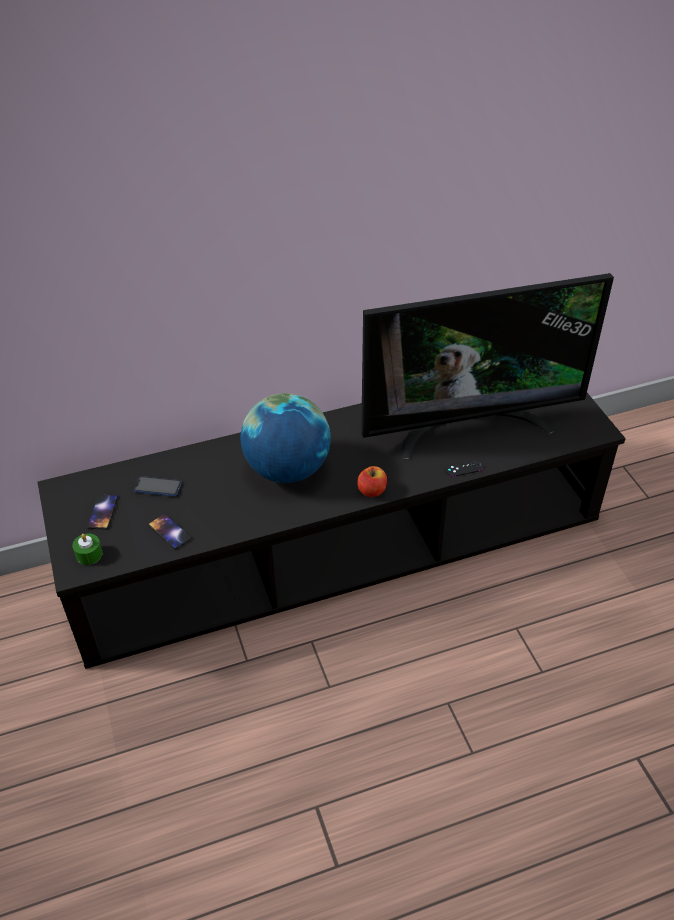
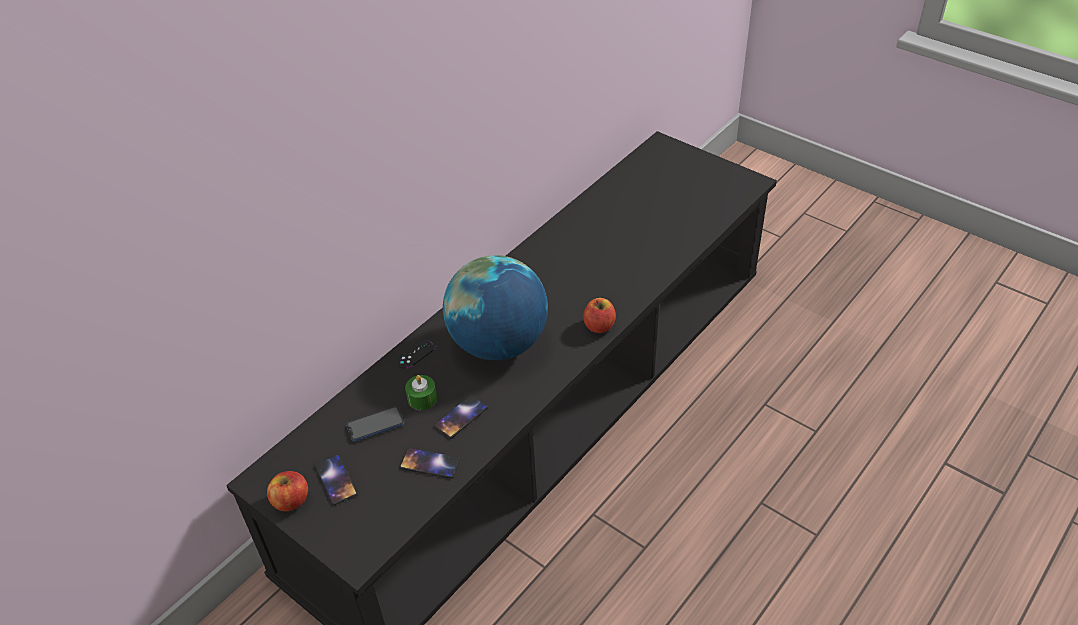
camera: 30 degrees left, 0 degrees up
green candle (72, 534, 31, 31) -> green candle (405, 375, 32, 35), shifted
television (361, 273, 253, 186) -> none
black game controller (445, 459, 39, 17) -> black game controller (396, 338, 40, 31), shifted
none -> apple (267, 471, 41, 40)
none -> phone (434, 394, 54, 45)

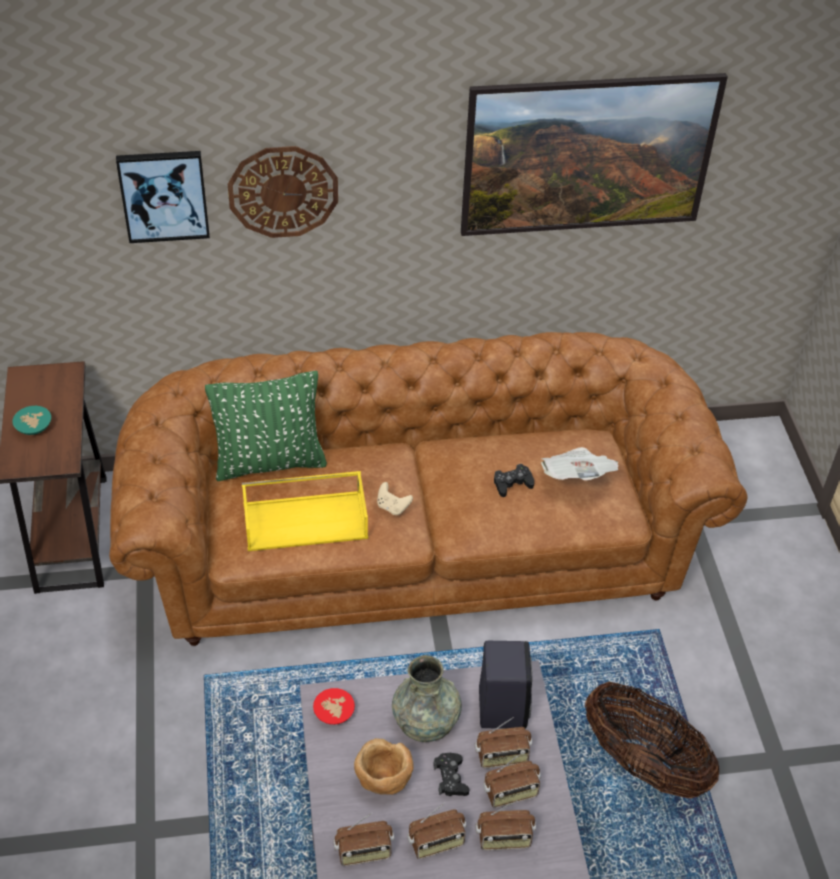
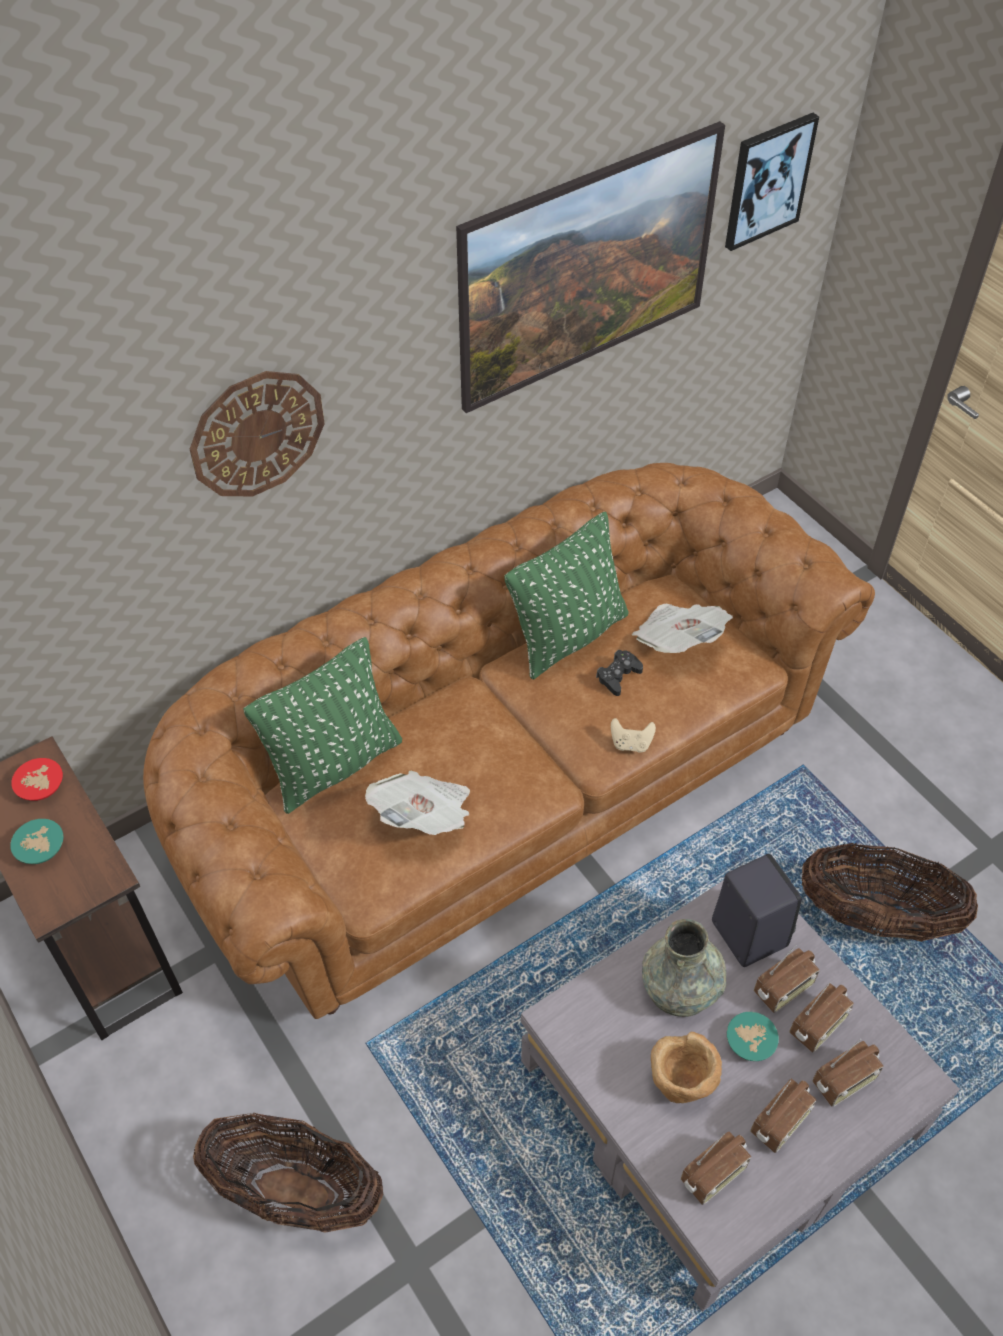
camera: 25 degrees left, 5 degrees up
picture (116, 151, 94, 92) -> picture (725, 113, 94, 138), shifted
yellow tray (242, 471, 126, 80) -> newspaper (365, 771, 105, 64)
red bowl (313, 688, 42, 37) -> red bowl (11, 758, 52, 43), shifted
beige game controller (377, 482, 36, 33) -> beige game controller (611, 718, 45, 35), shifted
black game controller (433, 753, 36, 43) -> turquoise bowl (727, 1012, 52, 49)
none -> basket (193, 1113, 190, 120)
none -> green pillow (504, 512, 125, 168)

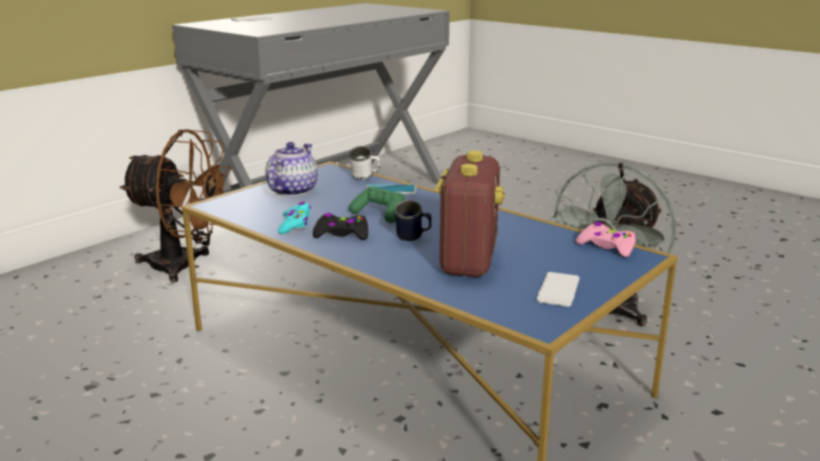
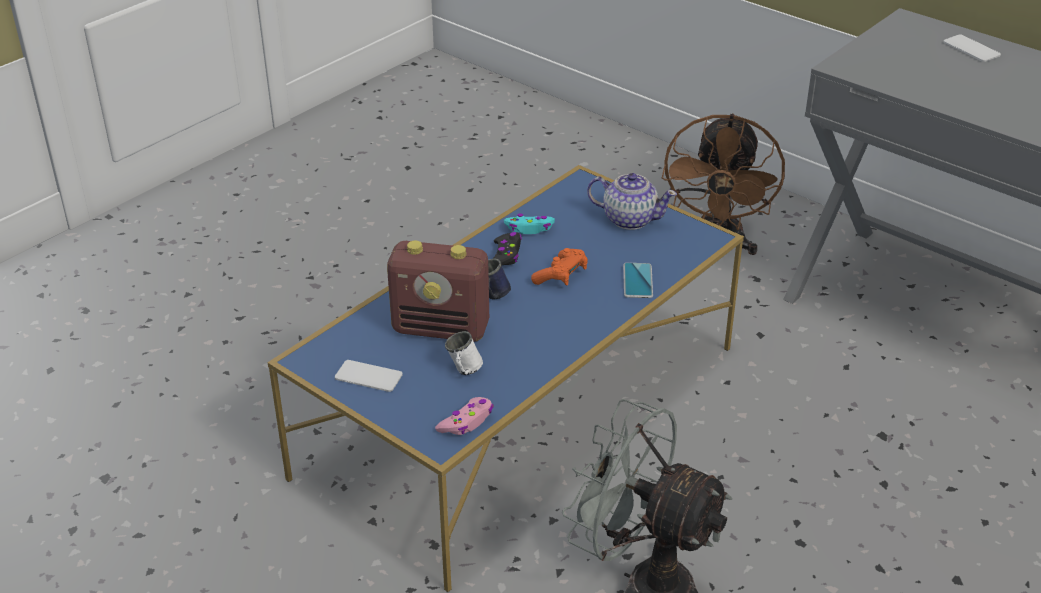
camera: 90 degrees right, 15 degrees up
white mug (349, 146, 31, 34) -> white mug (445, 331, 38, 44), shifted
green game controller (349, 186, 56, 37) -> orange game controller (531, 248, 57, 37)

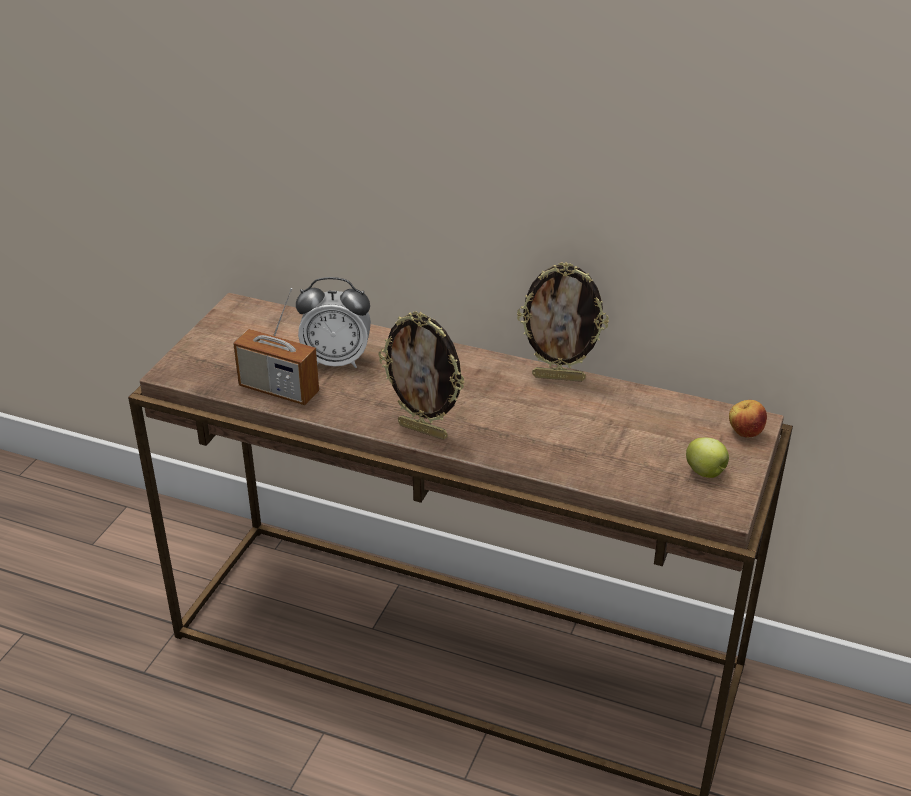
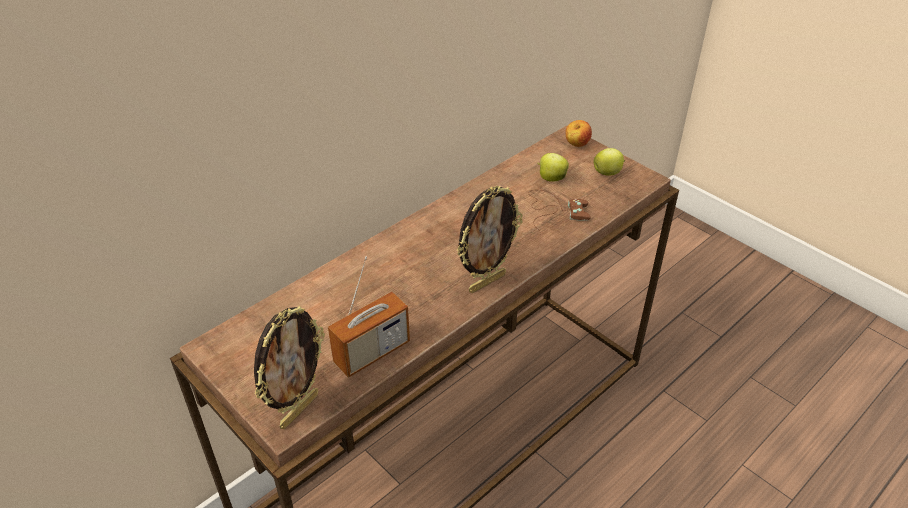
camera: 65 degrees left, 5 degrees up
alarm clock (296, 277, 75, 91) -> none
picture frame (517, 262, 92, 120) -> picture frame (254, 306, 71, 123), shifted
none -> brown game controller (529, 190, 62, 41)
none -> apple (537, 153, 32, 29)

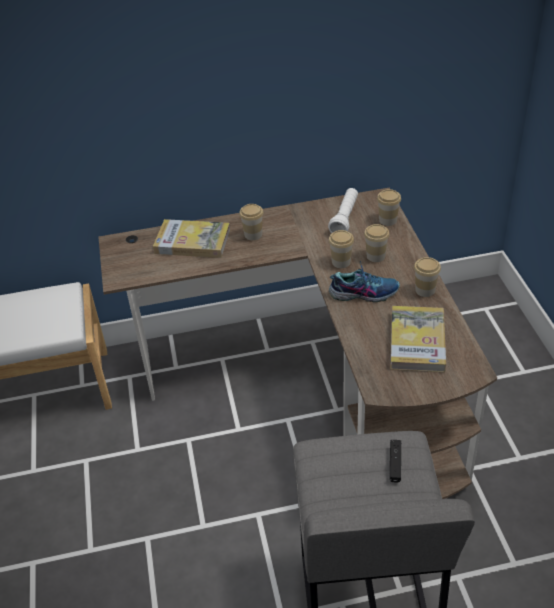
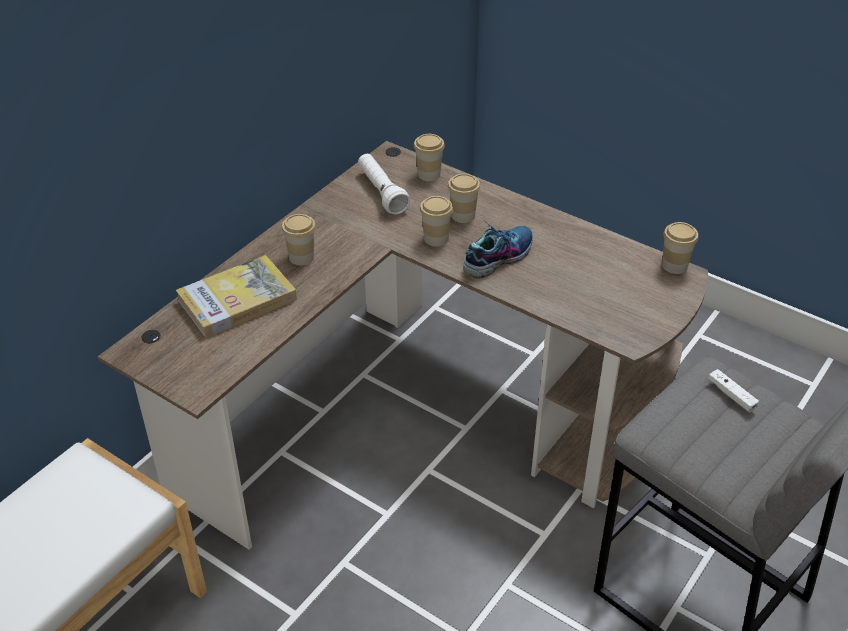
camera: 45 degrees left, 0 degrees up
book (390, 306, 56, 66) -> none
black game controller (390, 440, 11, 43) -> white game controller (708, 369, 51, 43)
cup (414, 257, 27, 40) -> cup (662, 222, 36, 52), shifted

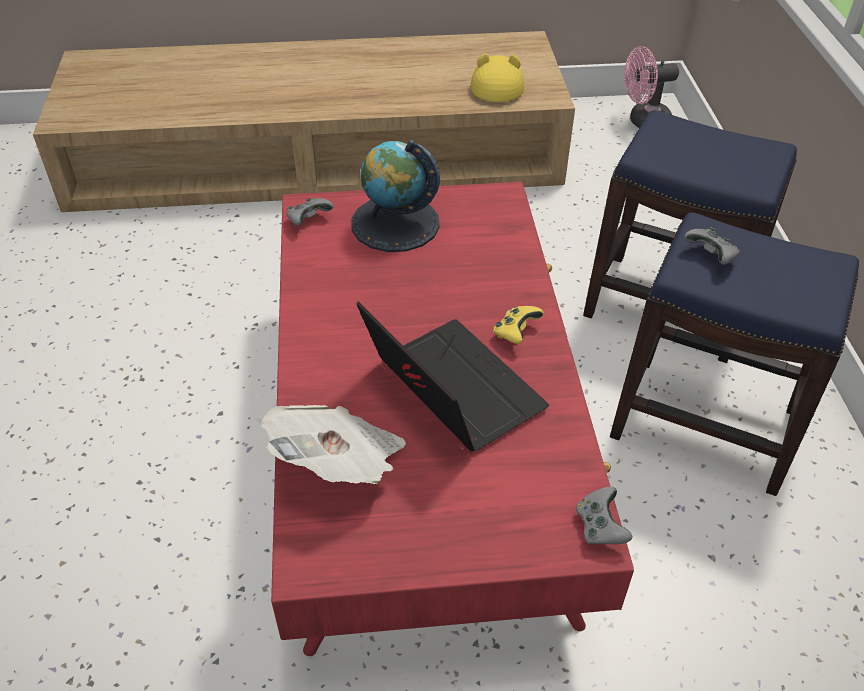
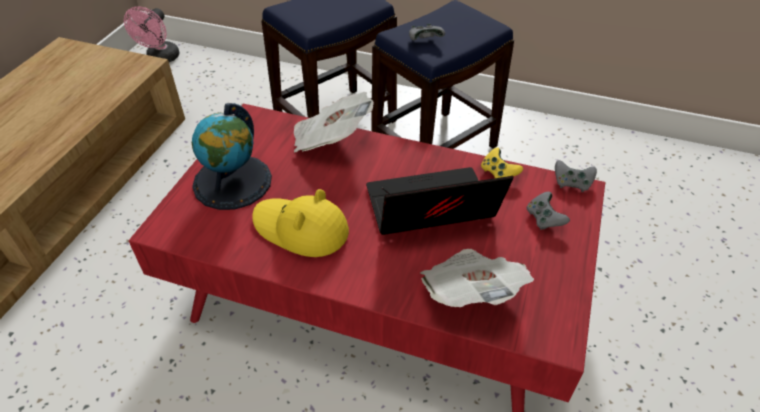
camera: 65 degrees left, 0 degrees up
grey game controller (286, 198, 48, 28) -> grey game controller (527, 192, 43, 38), shifted
yellow hat (470, 53, 54, 49) -> yellow hat (252, 189, 97, 68), shifted
yellow game controller (493, 306, 51, 38) -> yellow game controller (481, 148, 42, 30), shifted
none -> newspaper (294, 92, 80, 61)

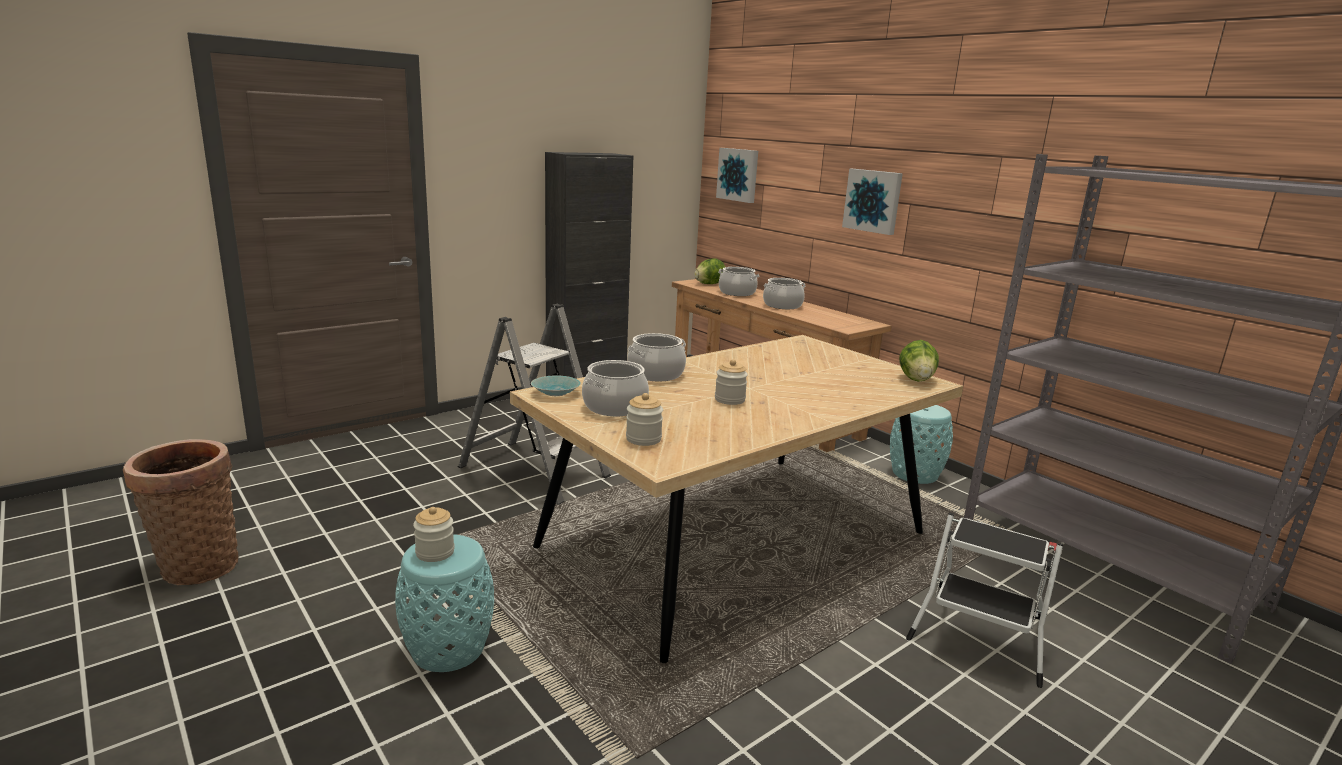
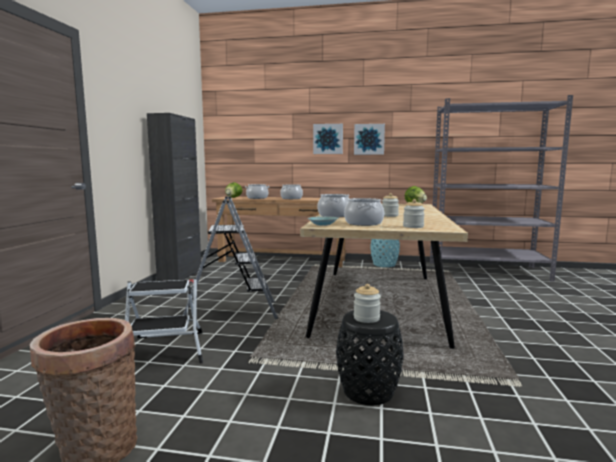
camera: 40 degrees left, 10 degrees down
turquoise stool (395, 534, 99, 138) -> black stool (336, 310, 67, 95)
picture (716, 148, 42, 55) -> picture (354, 124, 31, 31), shifted
step ladder (906, 512, 157, 176) -> step ladder (125, 278, 78, 85), shifted

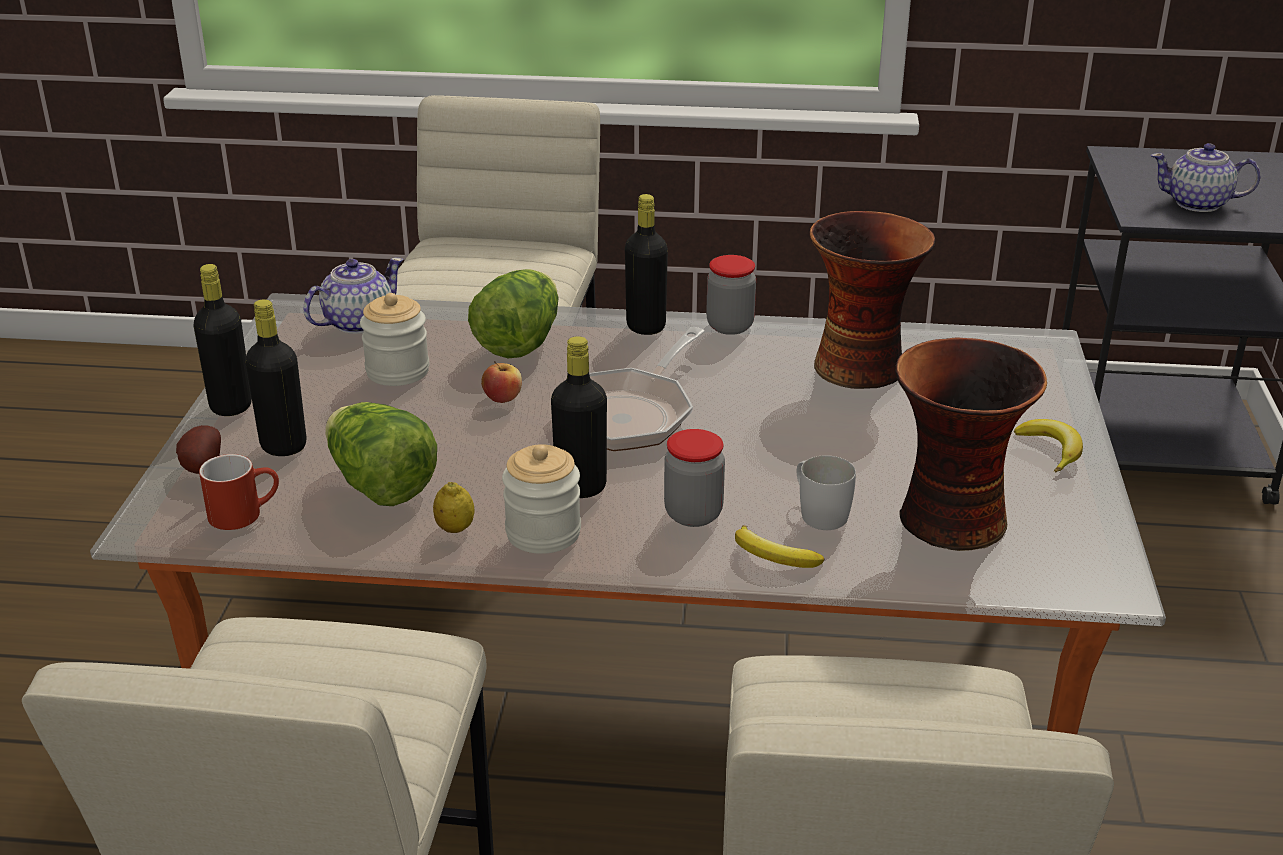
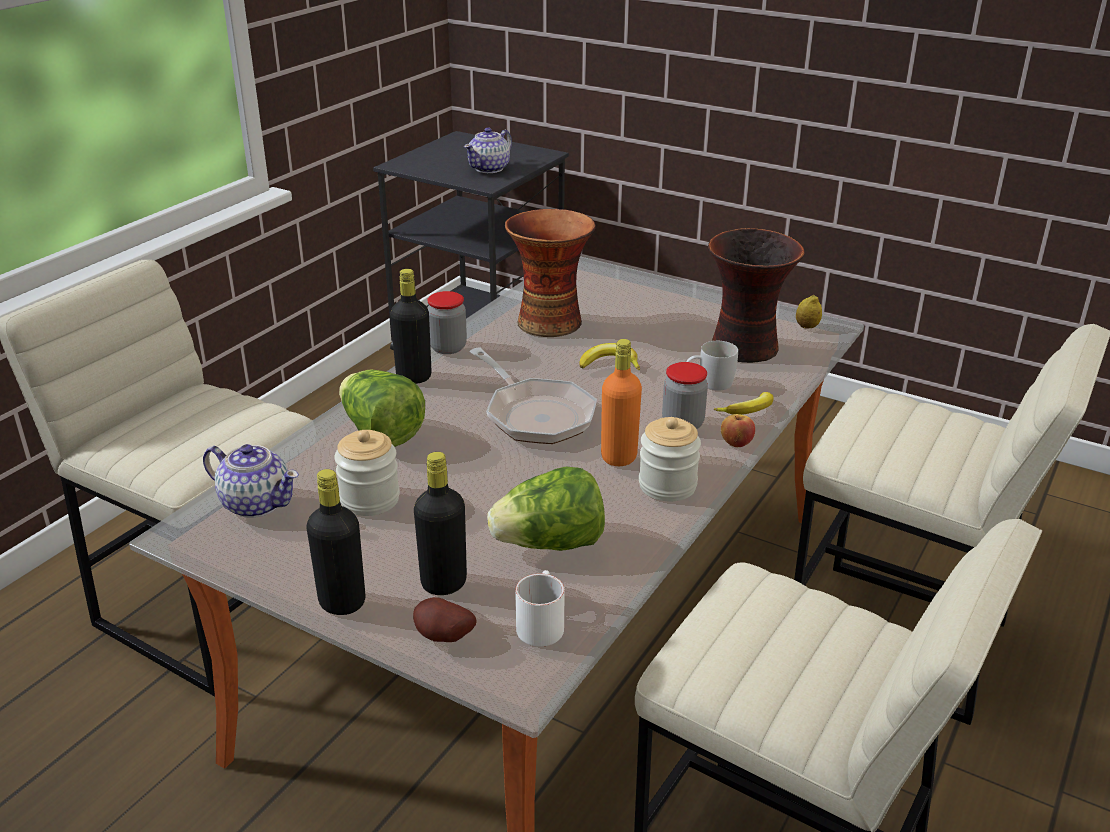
camera: 65 degrees left, 0 degrees up
red mug (199, 454, 80, 76) -> white mug (515, 570, 50, 77)
teapot (303, 257, 100, 77) -> teapot (203, 444, 96, 74), 135 degrees clockwise
lemon (433, 482, 41, 51) -> lemon (796, 295, 26, 34), shifted
apple (481, 361, 41, 42) -> apple (721, 414, 34, 33), shifted
black bottle (551, 336, 56, 162) -> orange bottle (601, 339, 41, 127)
banana (1014, 419, 69, 53) -> banana (579, 343, 61, 27), shifted

